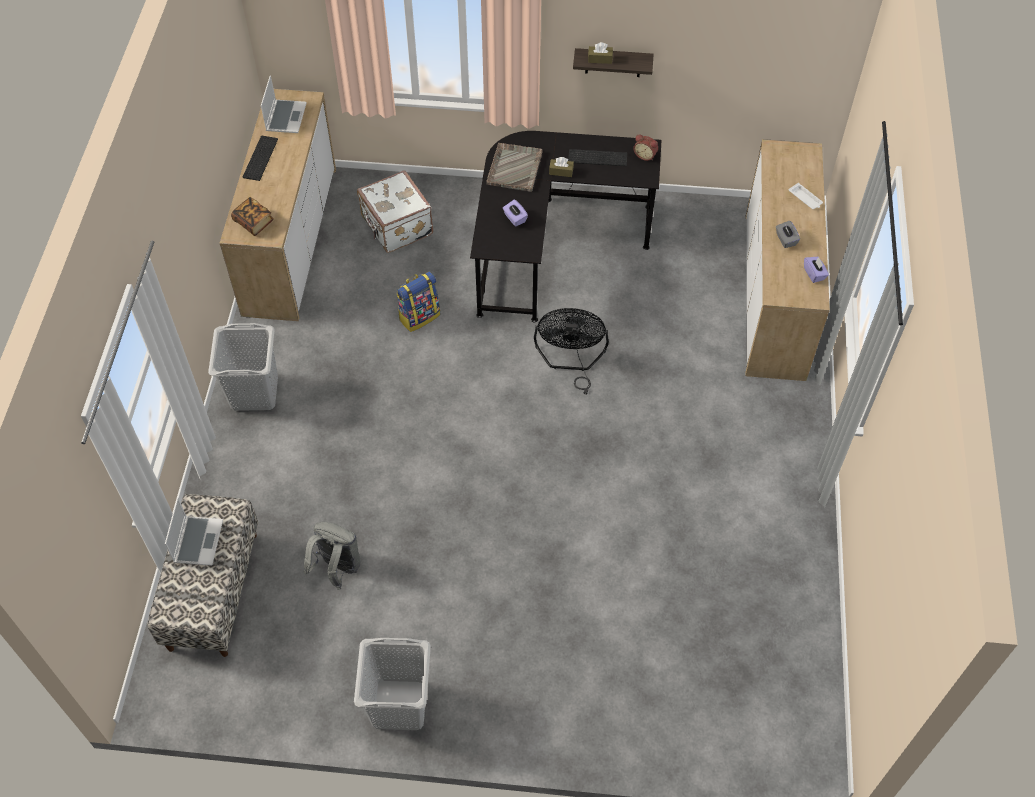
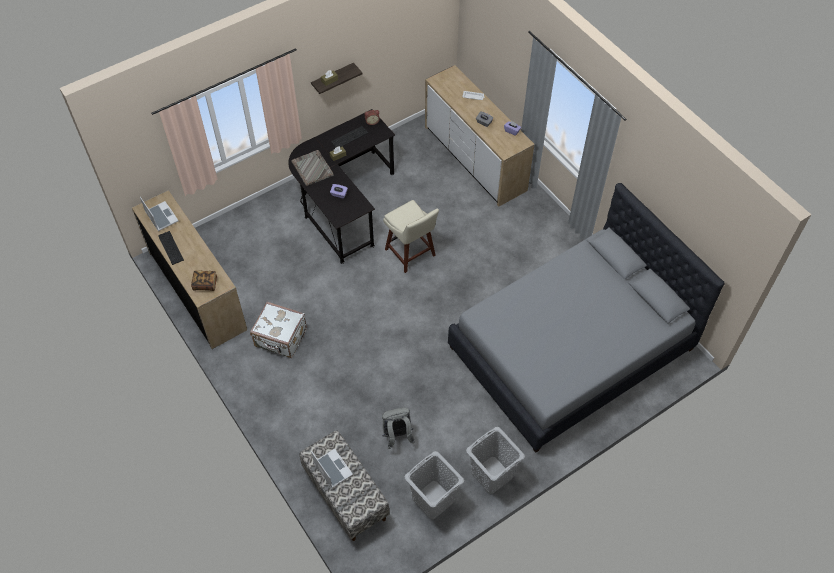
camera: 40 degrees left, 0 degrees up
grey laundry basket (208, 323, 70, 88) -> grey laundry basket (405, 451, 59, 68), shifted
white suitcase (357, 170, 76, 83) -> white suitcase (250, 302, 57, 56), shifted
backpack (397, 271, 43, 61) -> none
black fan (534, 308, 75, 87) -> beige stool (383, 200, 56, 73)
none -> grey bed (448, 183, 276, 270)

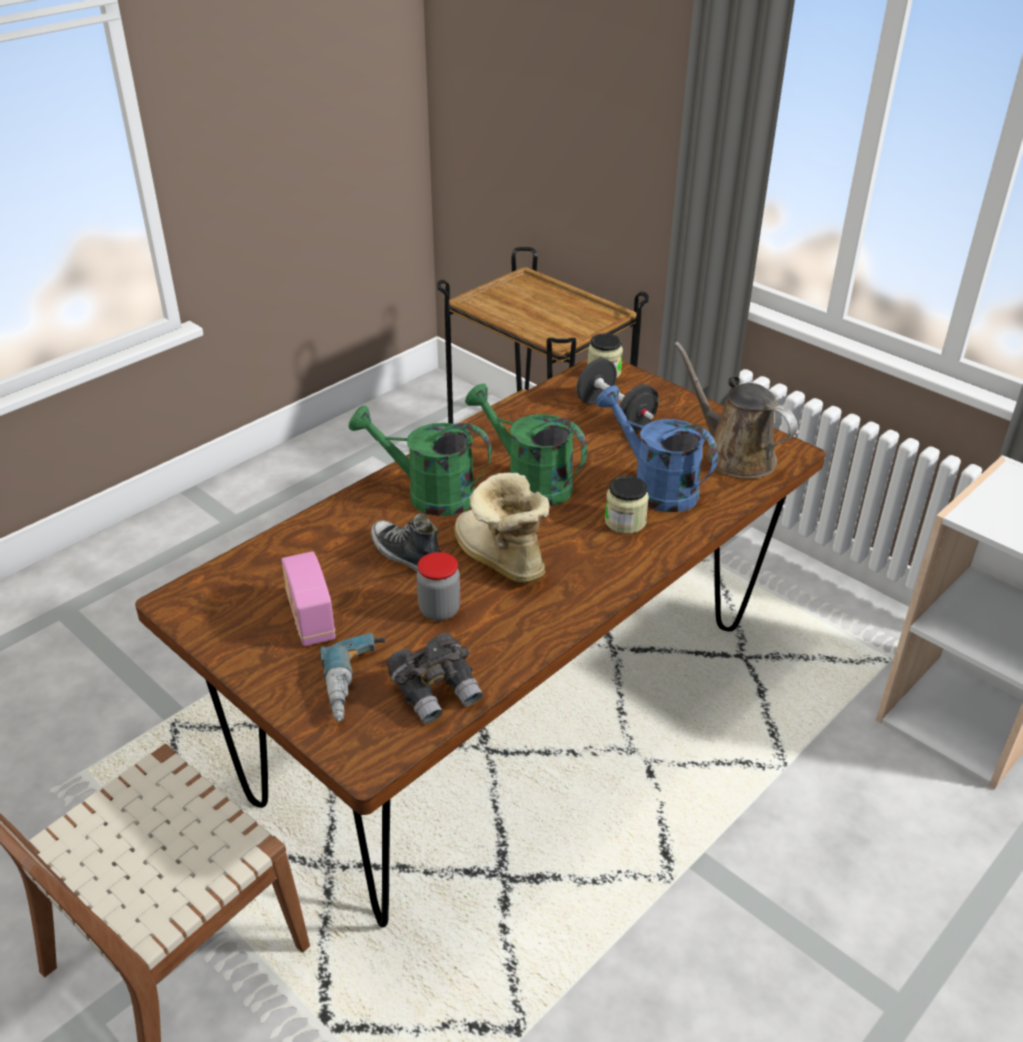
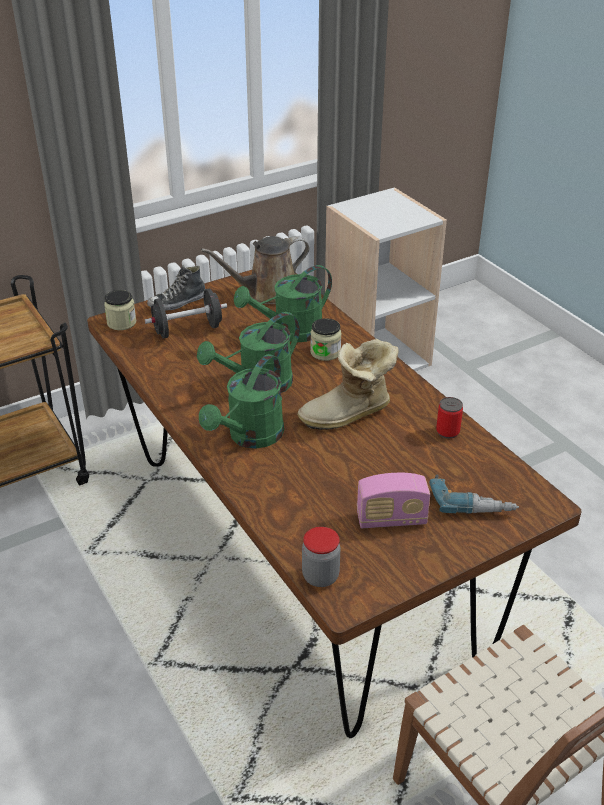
camera: 75 degrees left, 0 degrees up
shoe (371, 513, 70, 59) -> shoe (147, 265, 58, 45), shifted
grey binoculars (387, 633, 96, 91) -> none
jar (417, 552, 43, 69) -> jar (302, 527, 38, 60), shifted
blue watering can (596, 385, 122, 127) -> green watering can (234, 265, 98, 77)
none -> can (436, 397, 27, 42)

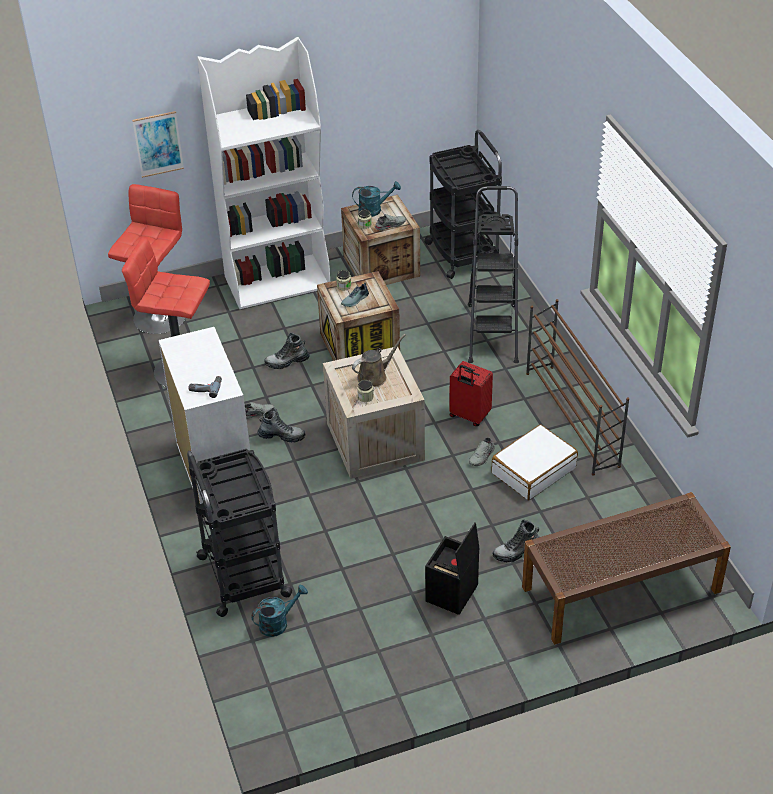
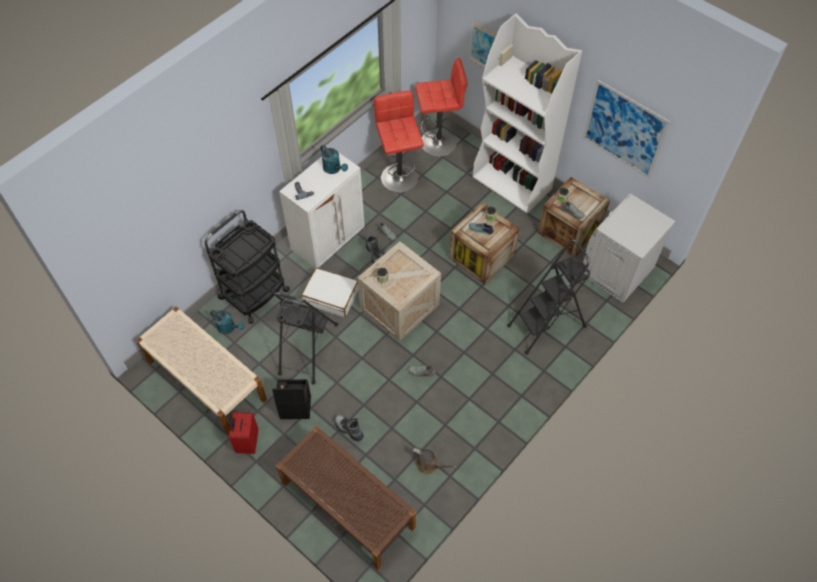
camera: 60 degrees right, 15 degrees up
boot (264, 333, 46, 36) -> none
turquoise watering can (352, 181, 49, 36) -> turquoise watering can (321, 145, 27, 29), shifted
brown watering can (352, 334, 54, 53) -> brown watering can (412, 448, 45, 26), shifted
black cart (424, 130, 78, 149) -> white washing machine (583, 193, 93, 110)
red suitcase (449, 361, 44, 65) -> red suitcase (228, 412, 30, 42), shifted
white suitcase (492, 424, 86, 76) -> white suitcase (301, 268, 58, 49), shifted
brown shoe rack (526, 299, 103, 177) -> none
none -> beige bench (136, 306, 131, 130)
none -> step ladder (273, 292, 65, 93)
none -> picture (583, 80, 88, 99)

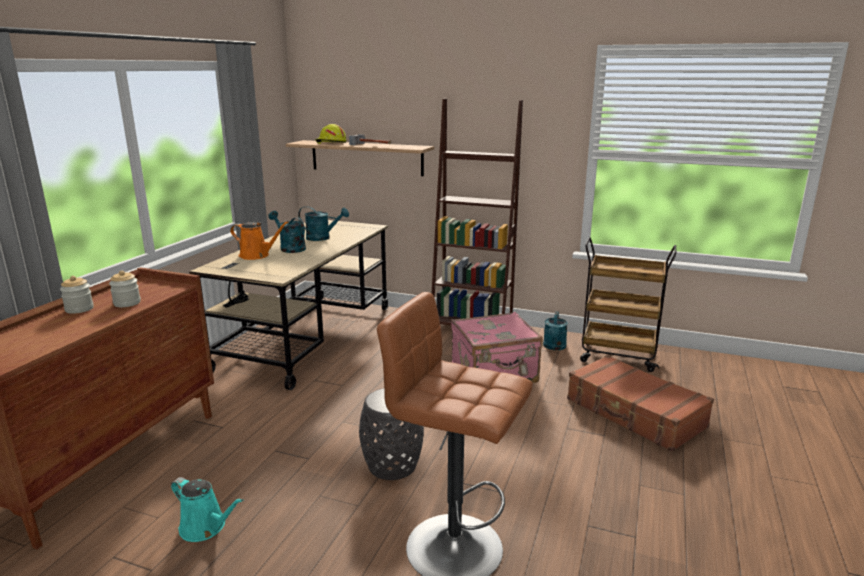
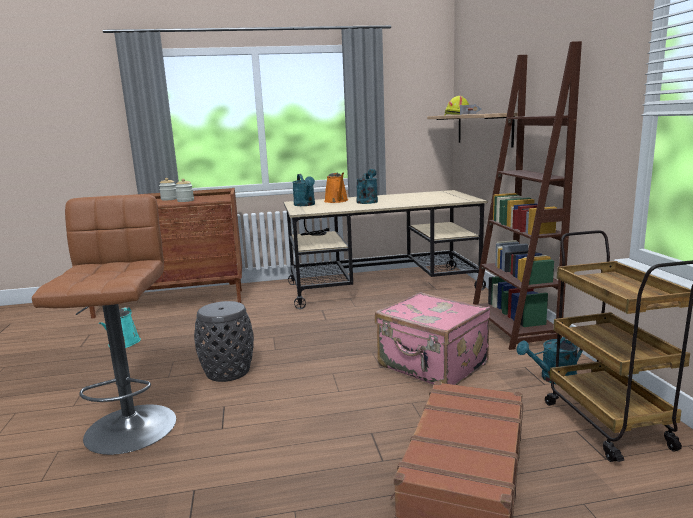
camera: 60 degrees right, 5 degrees down
turquoise watering can (298, 206, 51, 35) -> turquoise watering can (292, 174, 23, 32), shifted

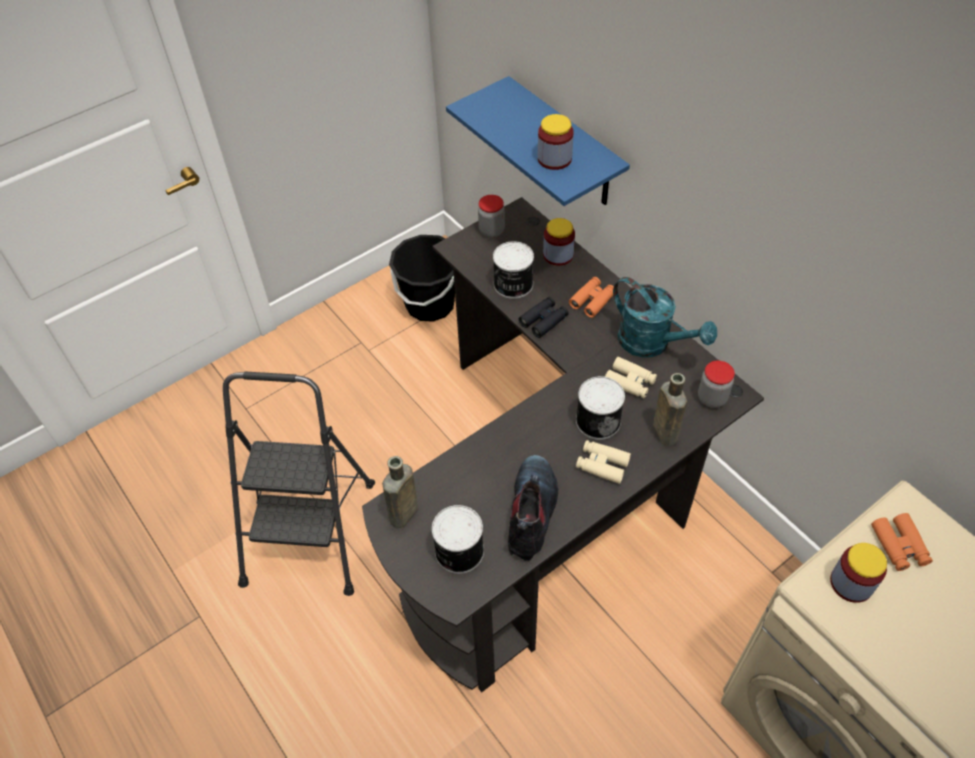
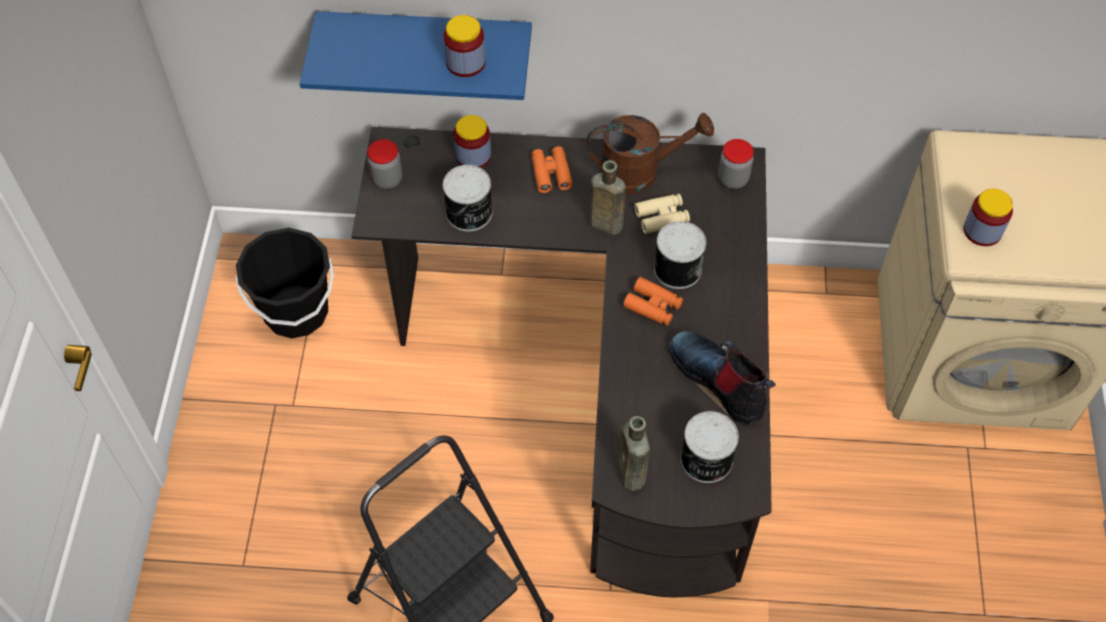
camera: 50 degrees left, 5 degrees up
black binoculars (519, 297, 50, 41) -> none
beige binoculars (576, 440, 55, 44) -> none
turquoise watering can (613, 277, 104, 81) -> brown watering can (586, 113, 128, 82)
brown bottle (653, 373, 34, 73) -> brown bottle (589, 160, 37, 75), shifted
orange binoculars (871, 513, 62, 58) -> orange binoculars (623, 277, 60, 49), shifted

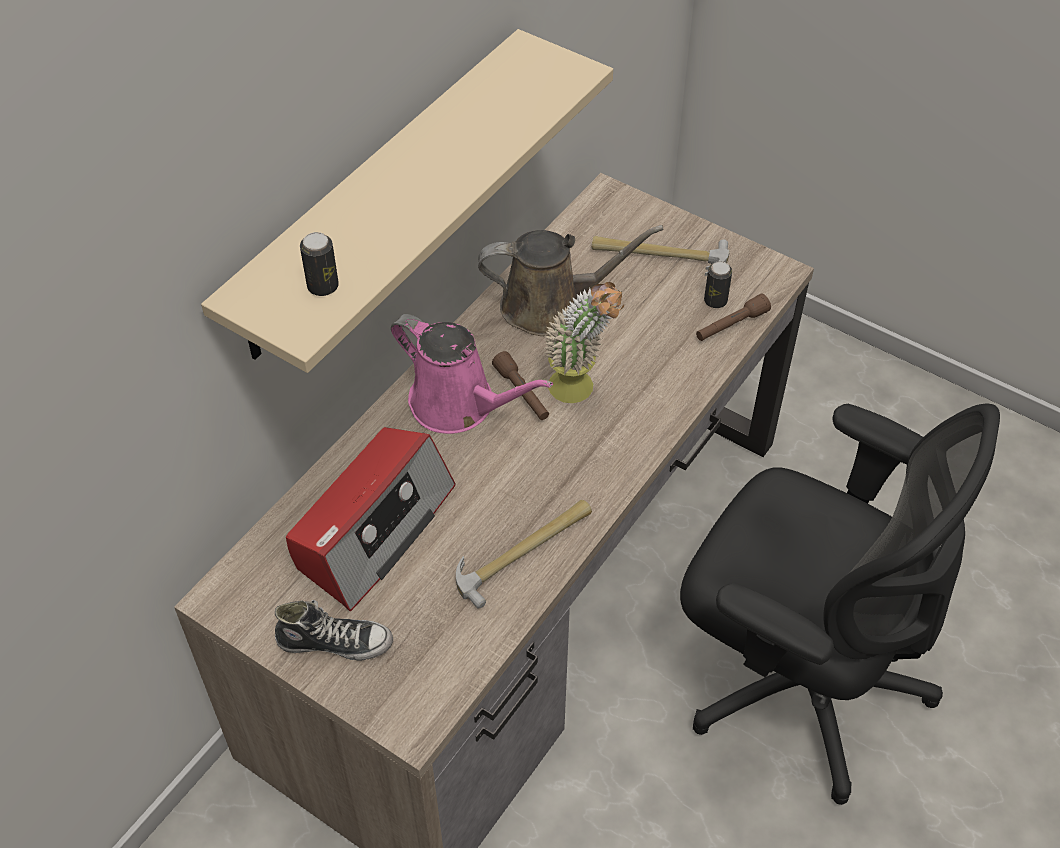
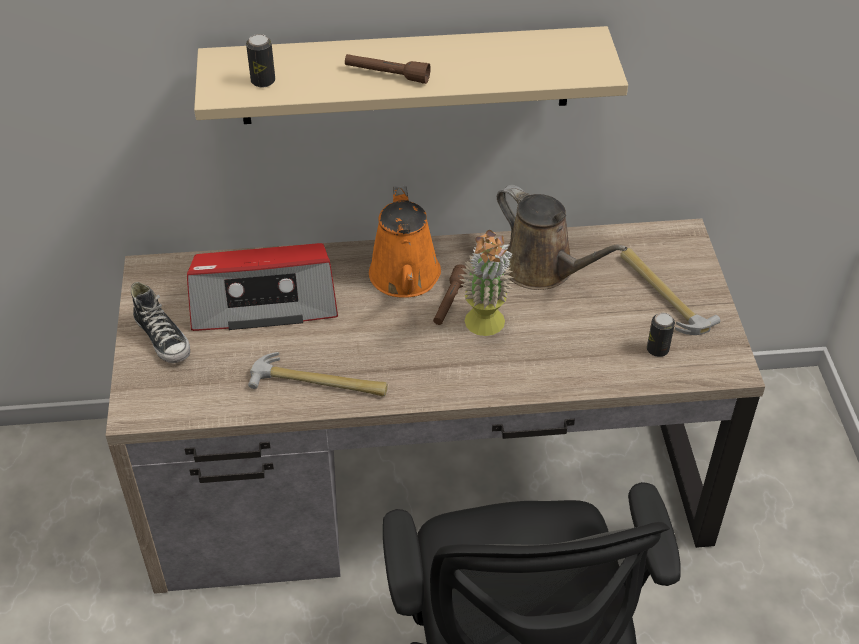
camera: 50 degrees right, 5 degrees down
pink watering can (391, 314, 162, 120) -> orange watering can (369, 185, 72, 113)
brown flashlight (696, 294, 75, 47) -> brown flashlight (345, 54, 86, 30), shifted

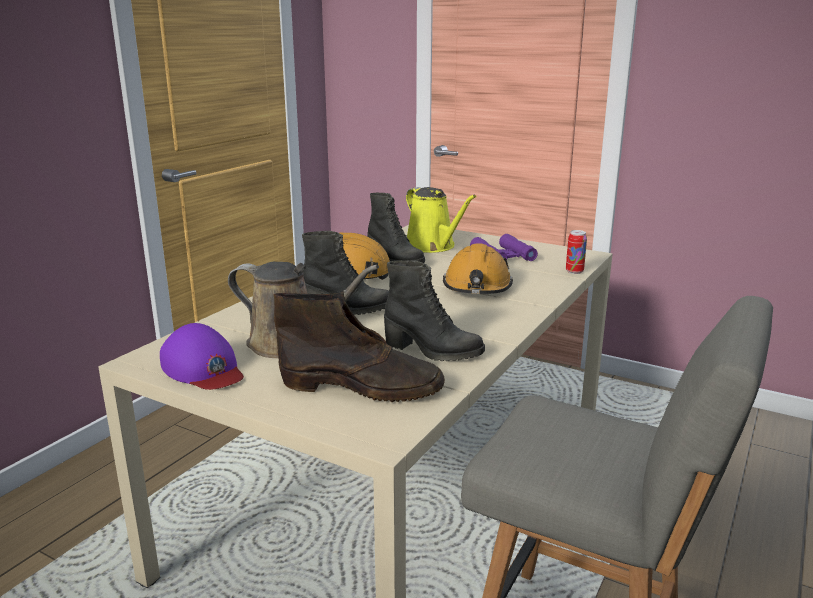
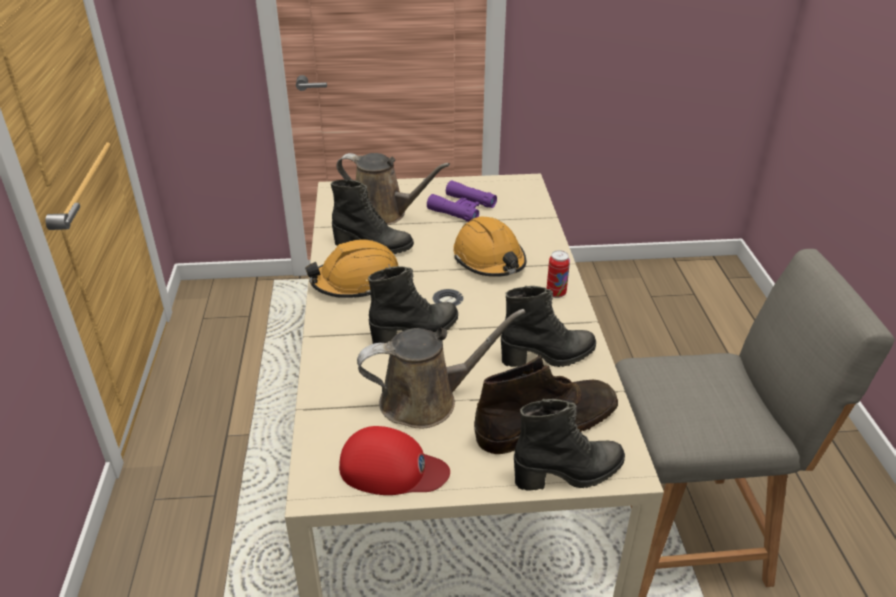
camera: 35 degrees left, 15 degrees up
purple cap (160, 323, 84, 67) -> red cap (339, 426, 111, 69)
yellow watering can (406, 187, 70, 66) -> brown watering can (336, 153, 114, 72)
can (566, 230, 21, 44) -> can (547, 250, 23, 48), shifted
none -> black boot (514, 398, 111, 93)

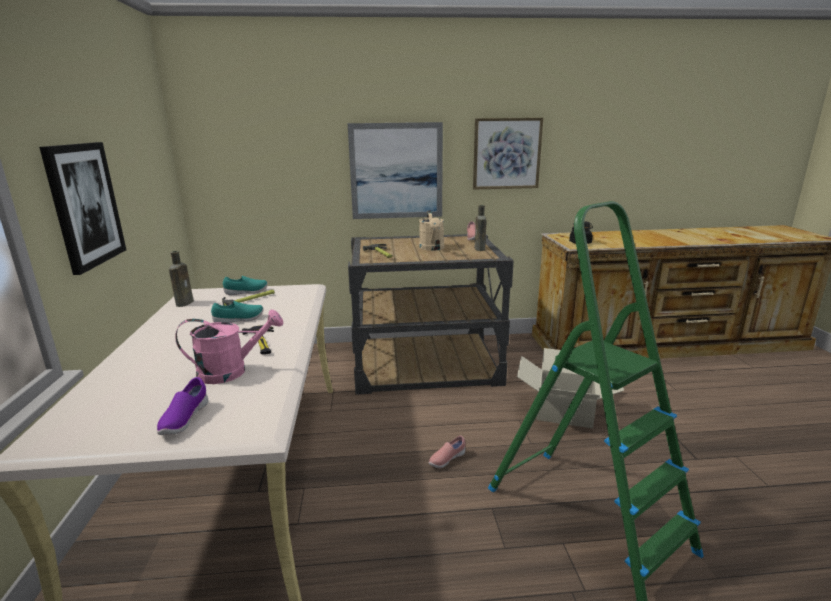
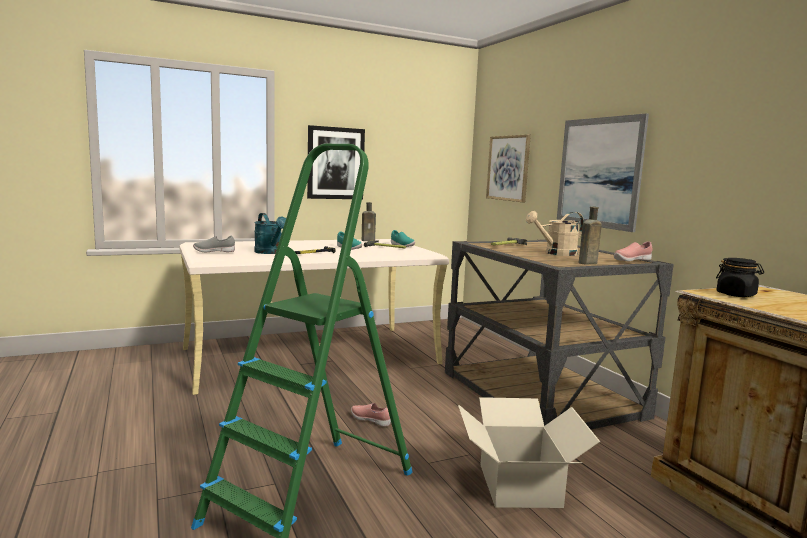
camera: 70 degrees right, 10 degrees down
purple shoe (157, 377, 51, 58) -> grey shoe (193, 236, 42, 16)
pink watering can (175, 309, 108, 75) -> turquoise watering can (254, 213, 32, 41)
picture (473, 118, 70, 72) -> picture (486, 134, 45, 68), shifted

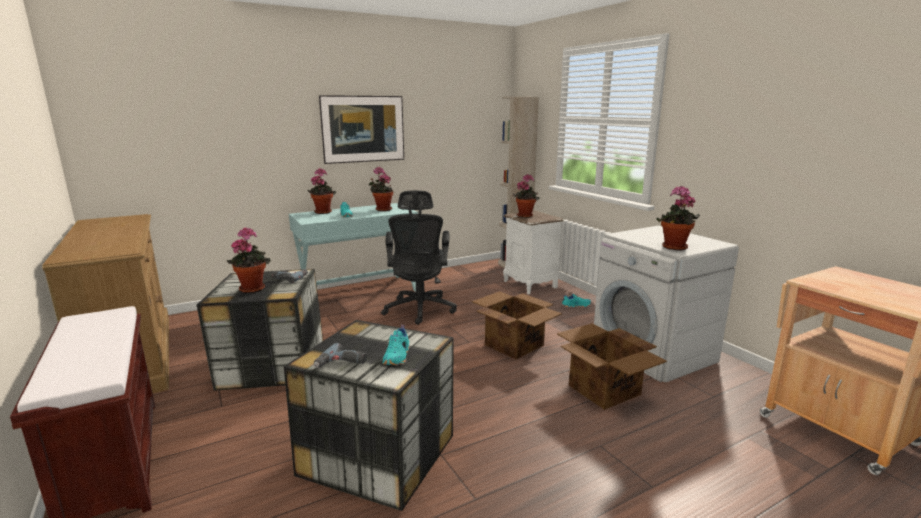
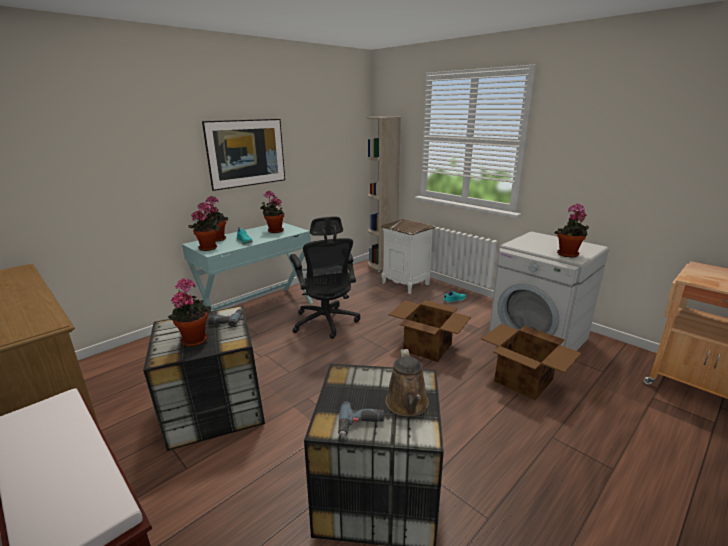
camera: 15 degrees left, 5 degrees up
turquoise shoe (383, 325, 27, 40) -> brown watering can (386, 349, 43, 67)
potted plant (513, 174, 26, 44) -> potted plant (189, 202, 31, 49), shifted

